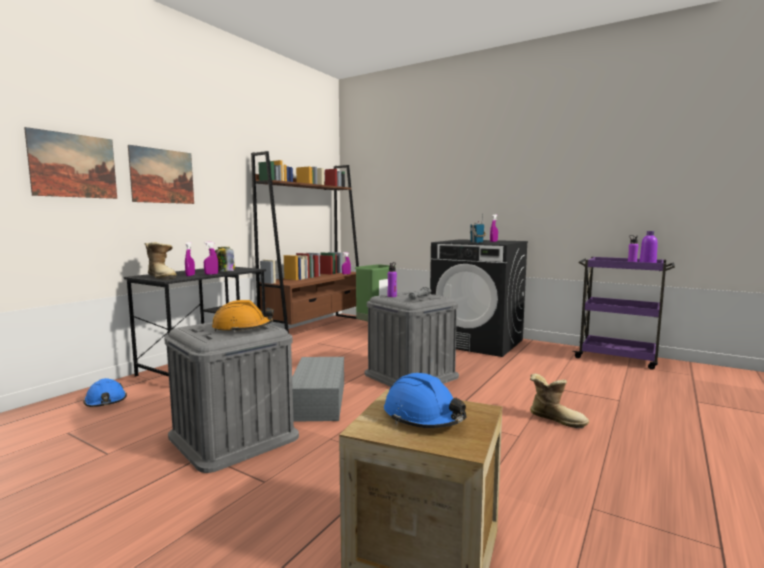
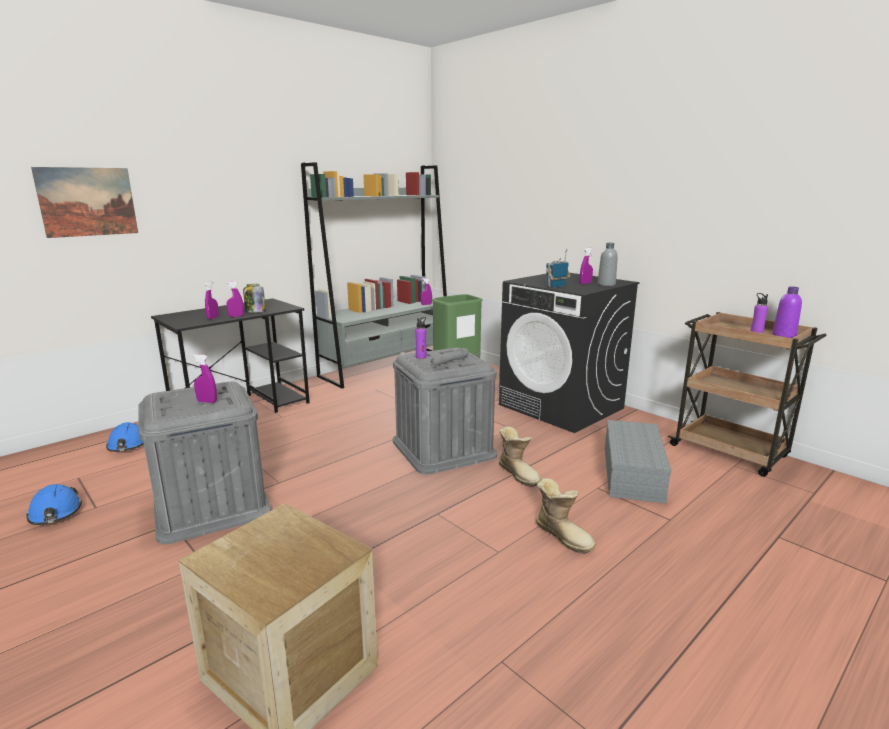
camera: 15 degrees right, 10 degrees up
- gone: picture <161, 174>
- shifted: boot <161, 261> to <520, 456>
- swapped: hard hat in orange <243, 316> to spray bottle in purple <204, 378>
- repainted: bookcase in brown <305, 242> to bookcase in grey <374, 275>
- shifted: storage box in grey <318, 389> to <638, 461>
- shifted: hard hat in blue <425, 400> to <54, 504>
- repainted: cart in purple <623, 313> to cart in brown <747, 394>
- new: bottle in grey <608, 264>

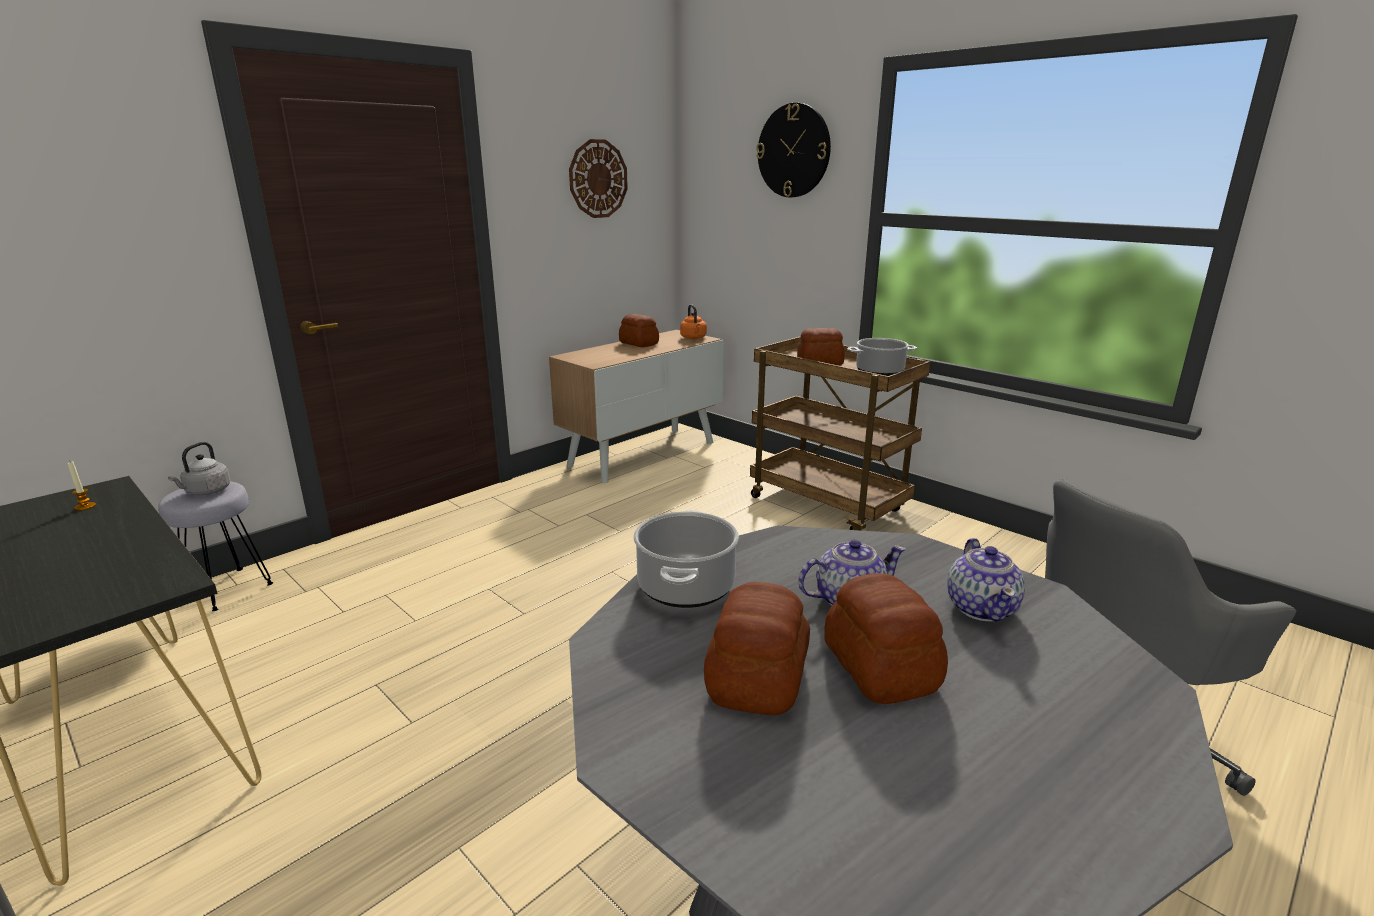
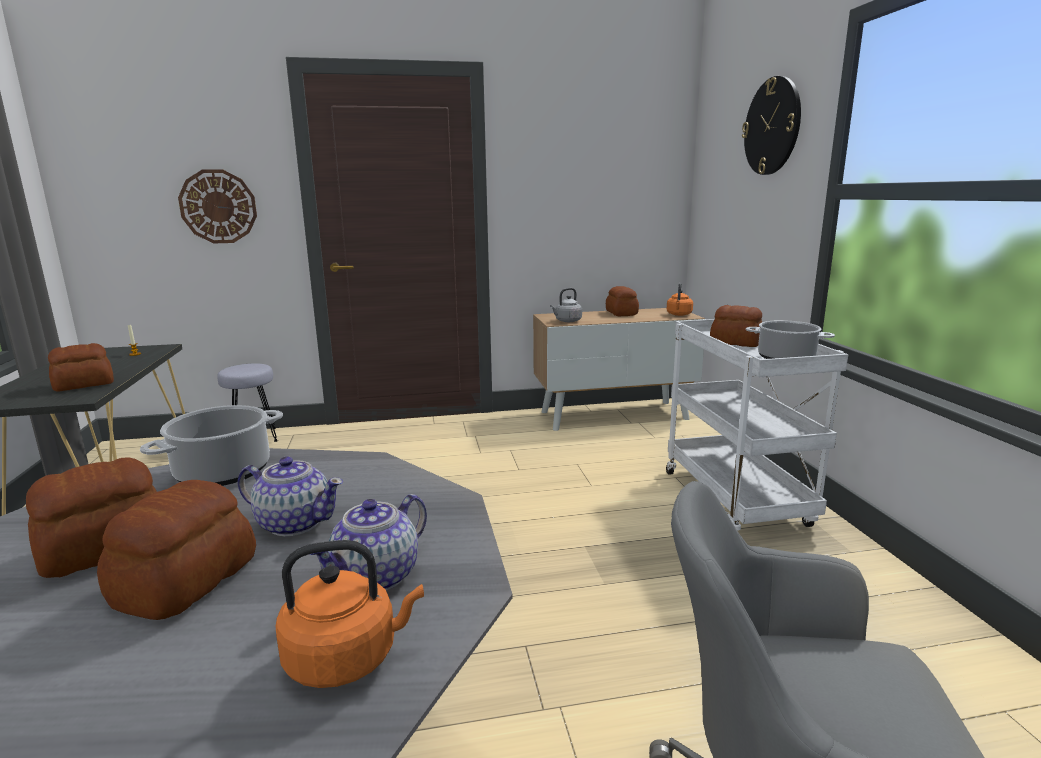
camera: 35 degrees right, 5 degrees down
- shifted: kettle in grey <199, 469> to <566, 305>
- shifted: wall clock <598, 178> to <217, 206>
- repainted: cart in brown <840, 434> to cart in white <757, 425>
- new: bread <81, 367>
- new: kettle in orange <350, 614>

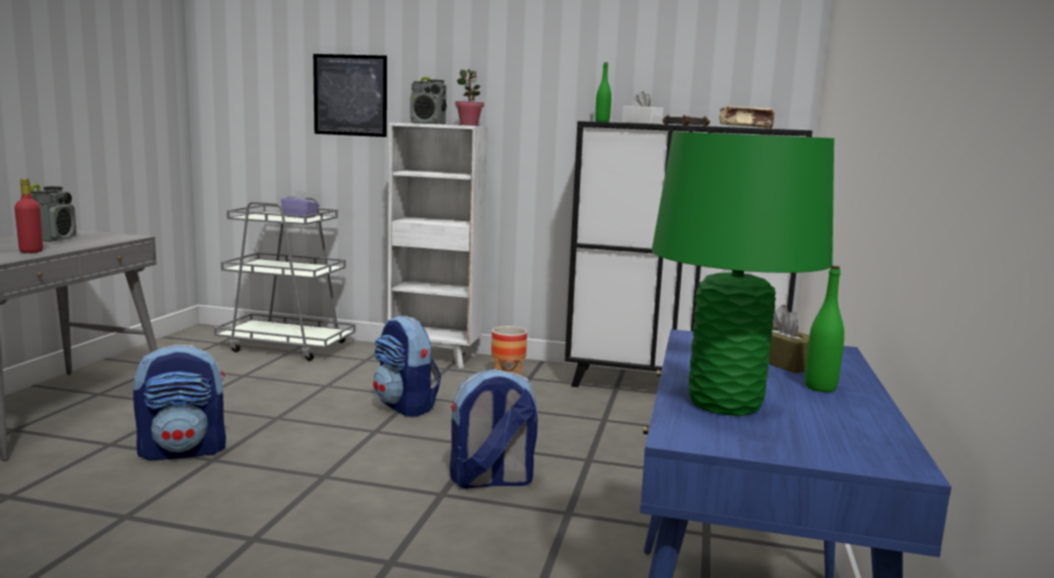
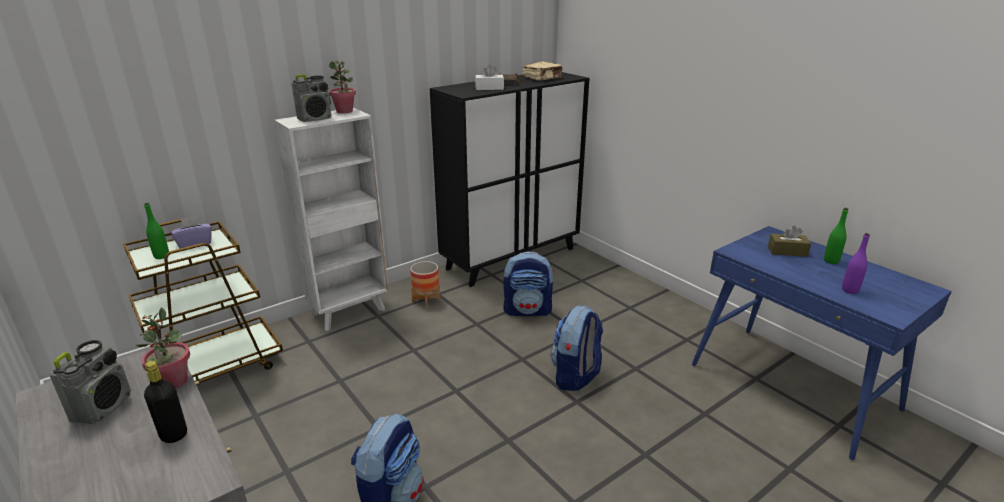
camera: 50 degrees left, 15 degrees up
- repainted: bottle in red <28, 216> to bottle in black <165, 402>
- rotated: radio <53, 213> = <90, 382> 60 degrees clockwise
- repainted: cart in grey <285, 278> to cart in brown <203, 301>
- gone: picture <350, 95>
- shifted: backpack <407, 366> to <529, 283>
- shifted: bottle in green <603, 92> to <156, 231>
- swapped: table lamp in green <743, 273> to bottle in purple <856, 263>
- new: potted plant <163, 347>

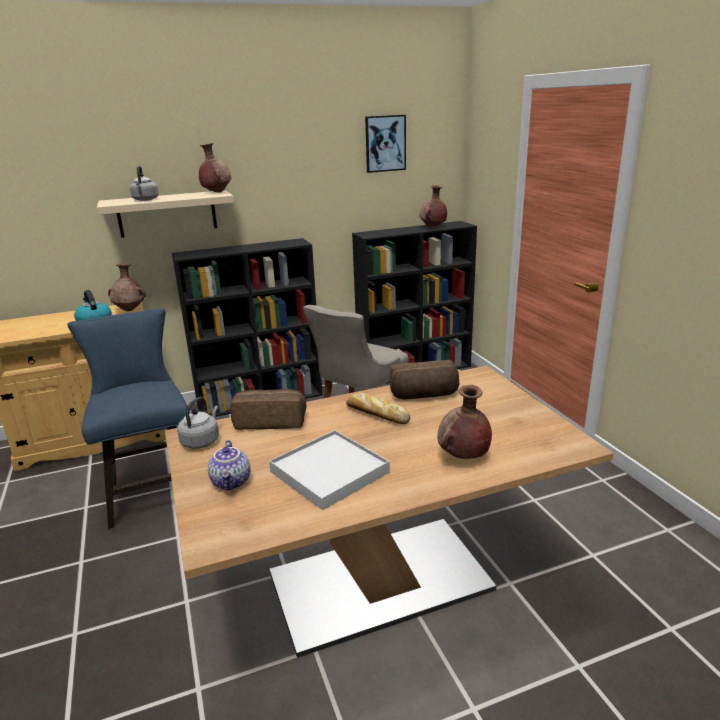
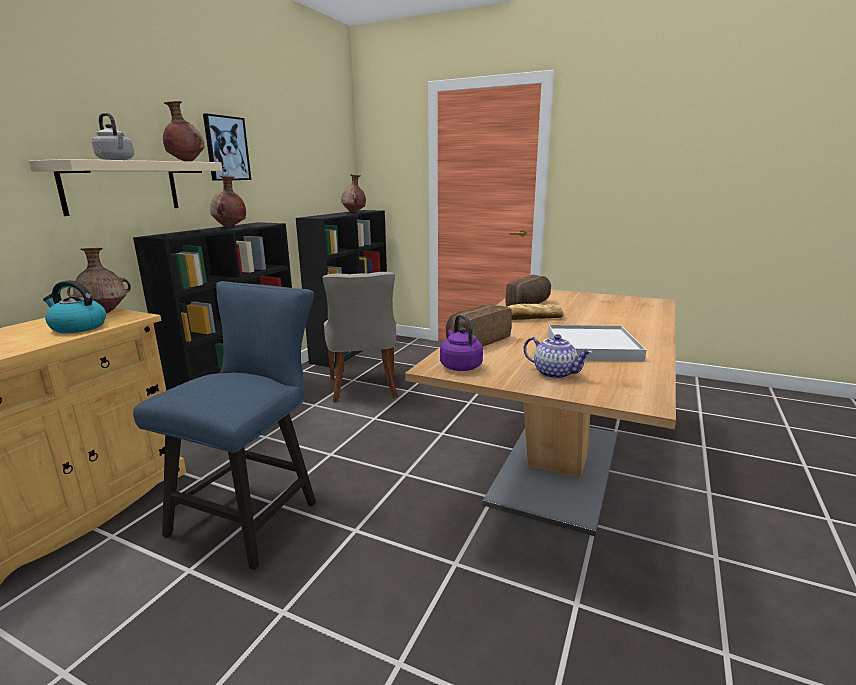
camera: 45 degrees left, 5 degrees down
- rotated: chair in blue <127, 418> = <224, 425> 90 degrees clockwise
- repainted: kettle in grey <198, 423> to kettle in purple <461, 342>
- shifted: picture <385, 144> to <227, 147>
- shifted: vase in brown <464, 422> to <228, 201>

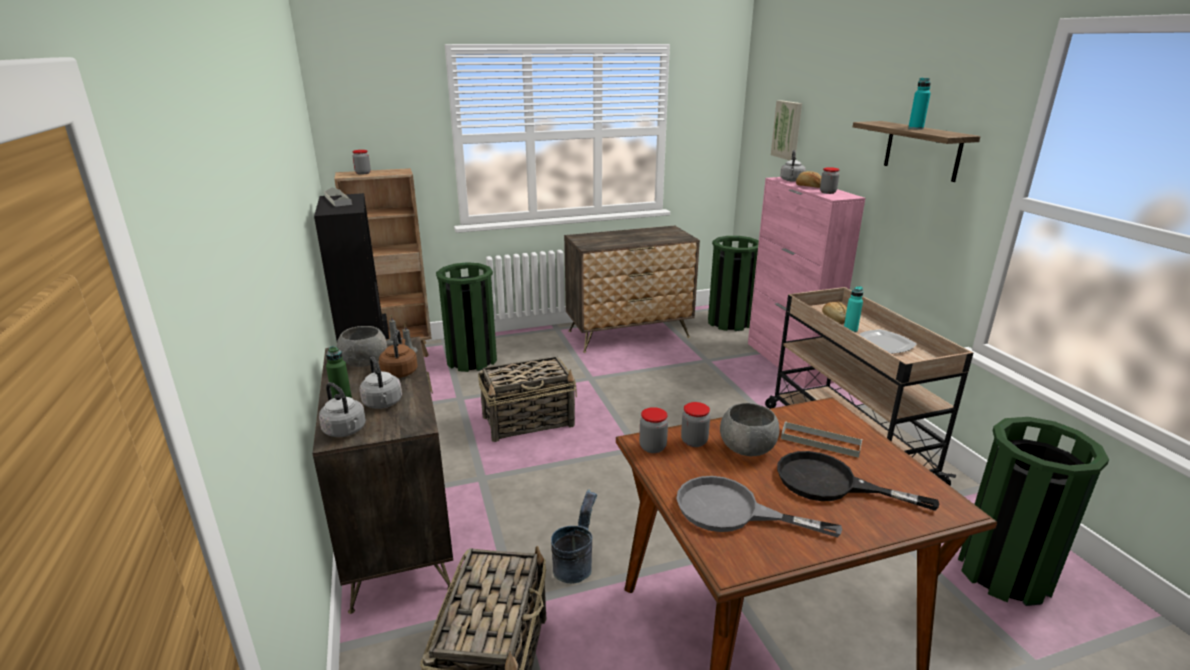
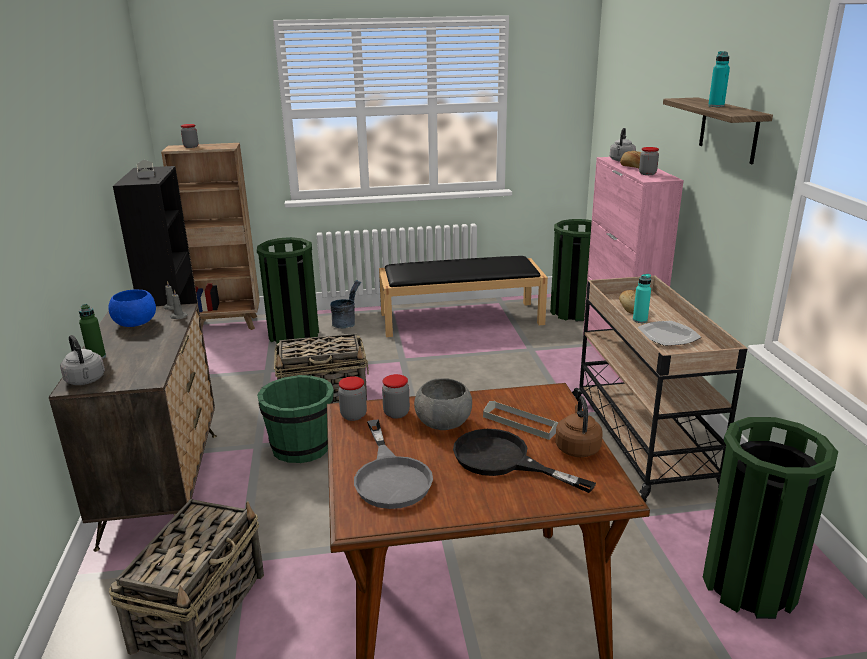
camera: 10 degrees right, 0 degrees up
- repainted: bowl in grey <362, 346> to bowl in blue <132, 308>
- gone: kettle in grey <380, 383>
- shifted: kettle in brown <398, 354> to <579, 426>
- shifted: bucket in grey <574, 536> to <345, 304>
- swapped: dresser <632, 289> to bench in black <463, 296>
- rotated: frying pan in grey <759, 507> = <393, 464> 135 degrees counterclockwise
- gone: picture <786, 130>
- new: bucket in green <295, 419>

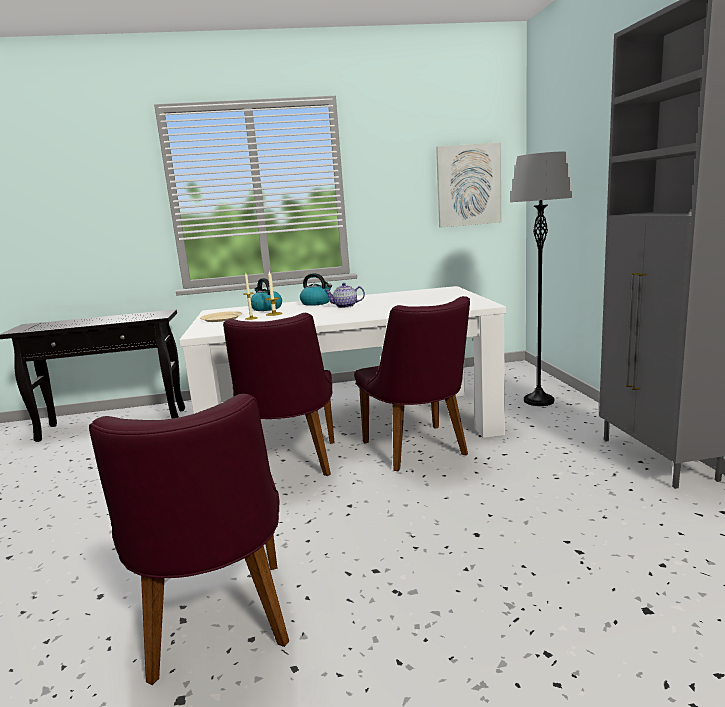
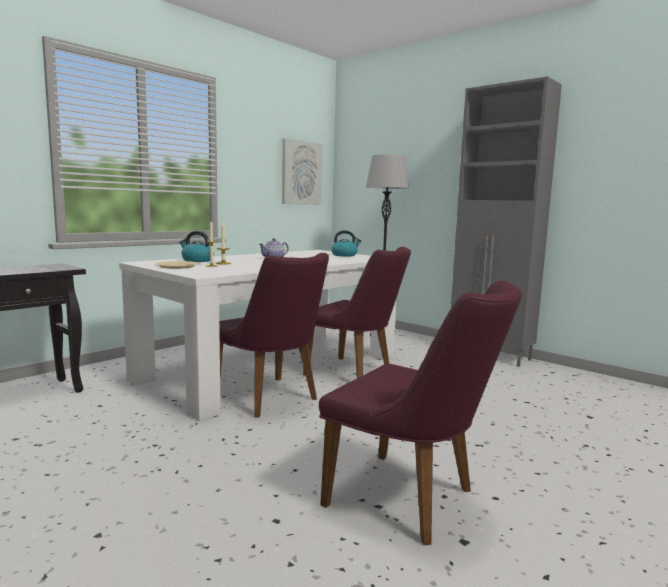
camera: 40 degrees left, 5 degrees down
- shifted: kettle <316, 289> to <346, 243>

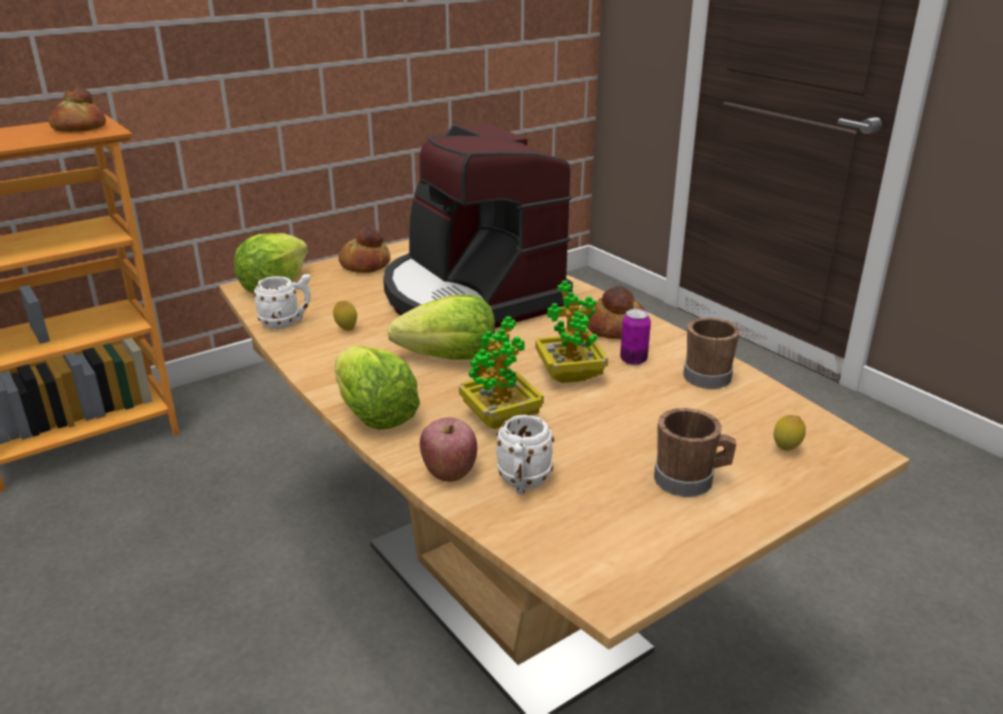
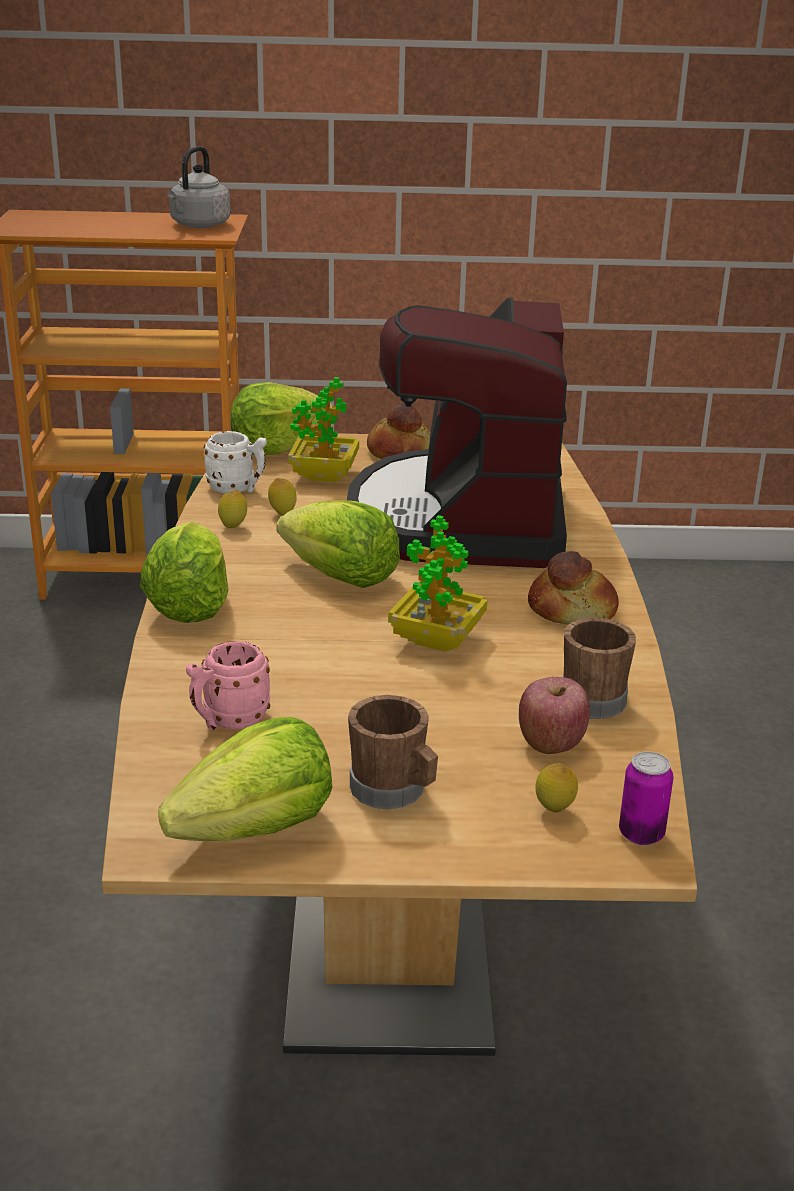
camera: 35 degrees right, 0 degrees up
- swapped: bread <77, 109> to kettle in grey <199, 187>
- shifted: apple <448, 449> to <554, 715>
- shifted: potted plant <501, 372> to <323, 429>
- repainted: mug in white <525, 455> to mug in pink <228, 685>
- shifted: can <635, 337> to <646, 798>
- new: lettuce <245, 779>
- new: lemon <232, 508>

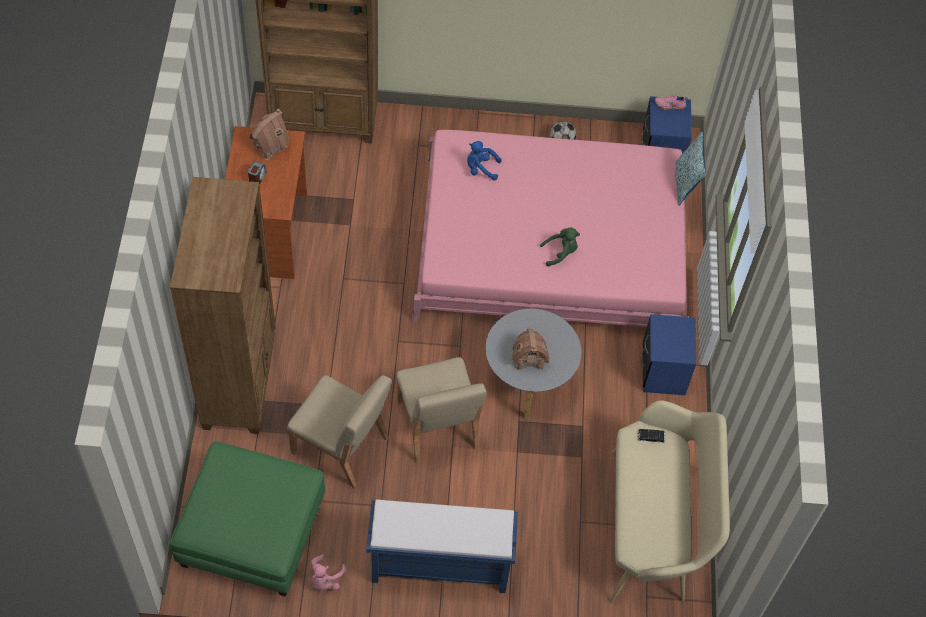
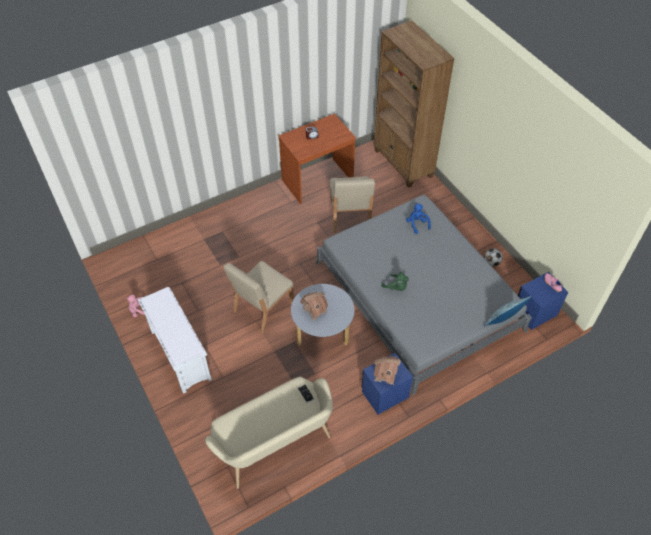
camera: 60 degrees right, 5 degrees down
- gone: bookcase in brown <223, 305>
- gone: ottoman in green <247, 519>
- shifted: toy house <270, 134> to <387, 370>
- shifted: chair in beige <339, 431> to <352, 204>
- repainted: bench in blue <442, 546> to bench in white <175, 340>
- repainted: bed in pink <550, 228> to bed in grey <424, 295>

